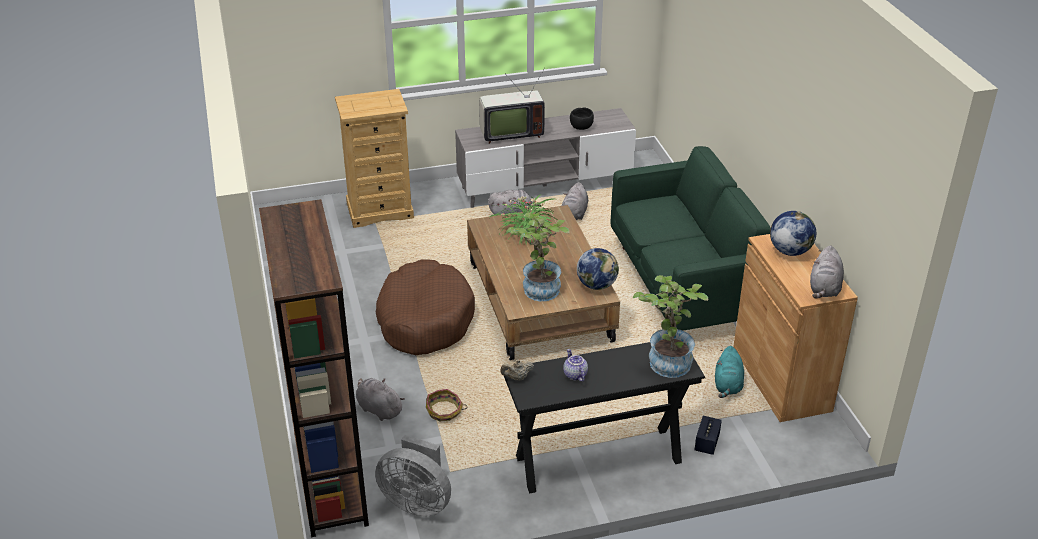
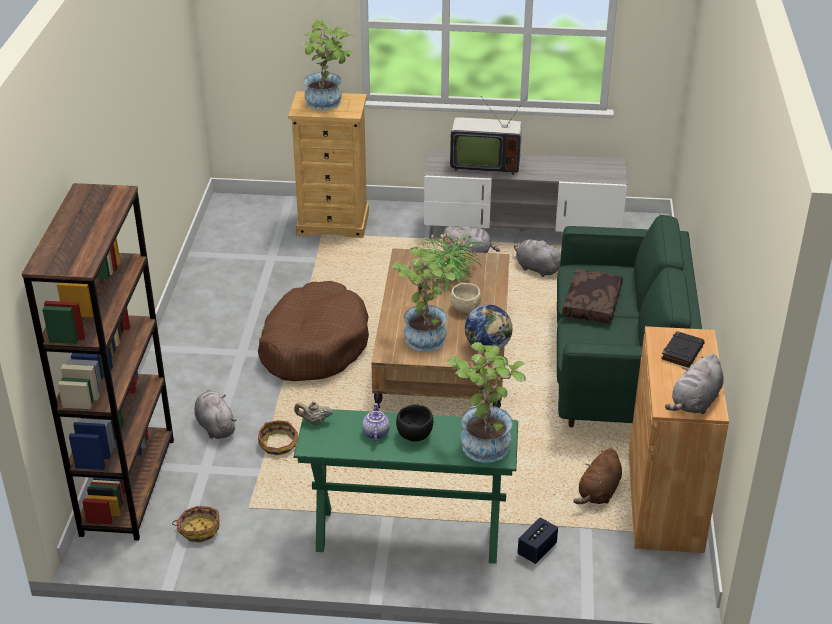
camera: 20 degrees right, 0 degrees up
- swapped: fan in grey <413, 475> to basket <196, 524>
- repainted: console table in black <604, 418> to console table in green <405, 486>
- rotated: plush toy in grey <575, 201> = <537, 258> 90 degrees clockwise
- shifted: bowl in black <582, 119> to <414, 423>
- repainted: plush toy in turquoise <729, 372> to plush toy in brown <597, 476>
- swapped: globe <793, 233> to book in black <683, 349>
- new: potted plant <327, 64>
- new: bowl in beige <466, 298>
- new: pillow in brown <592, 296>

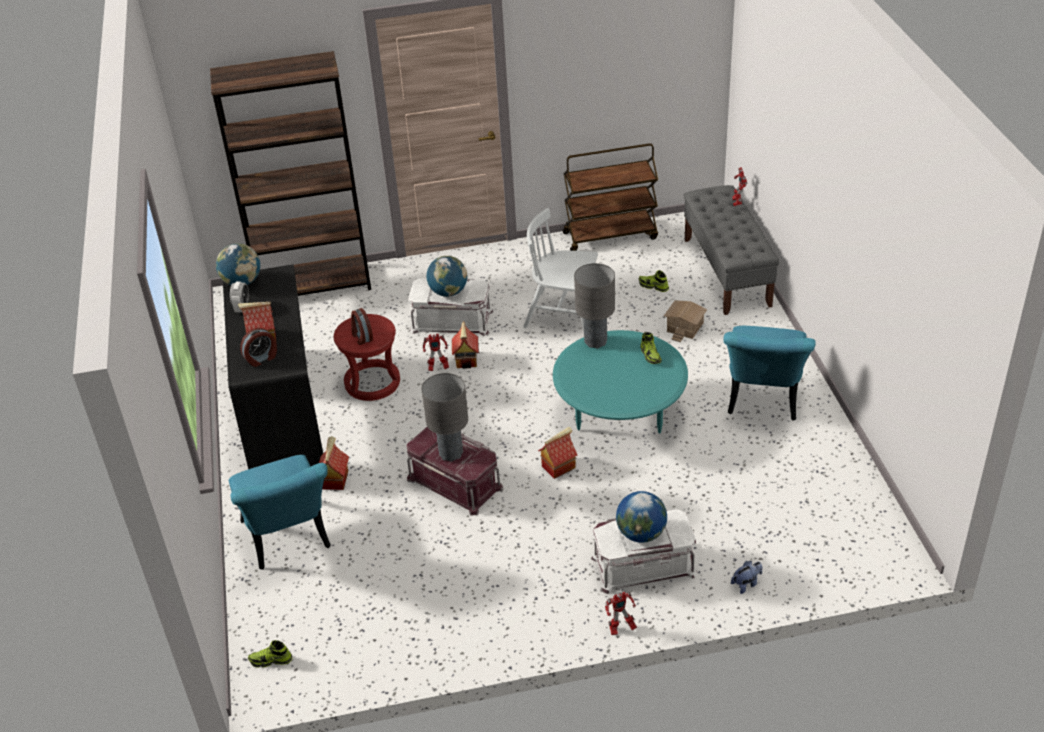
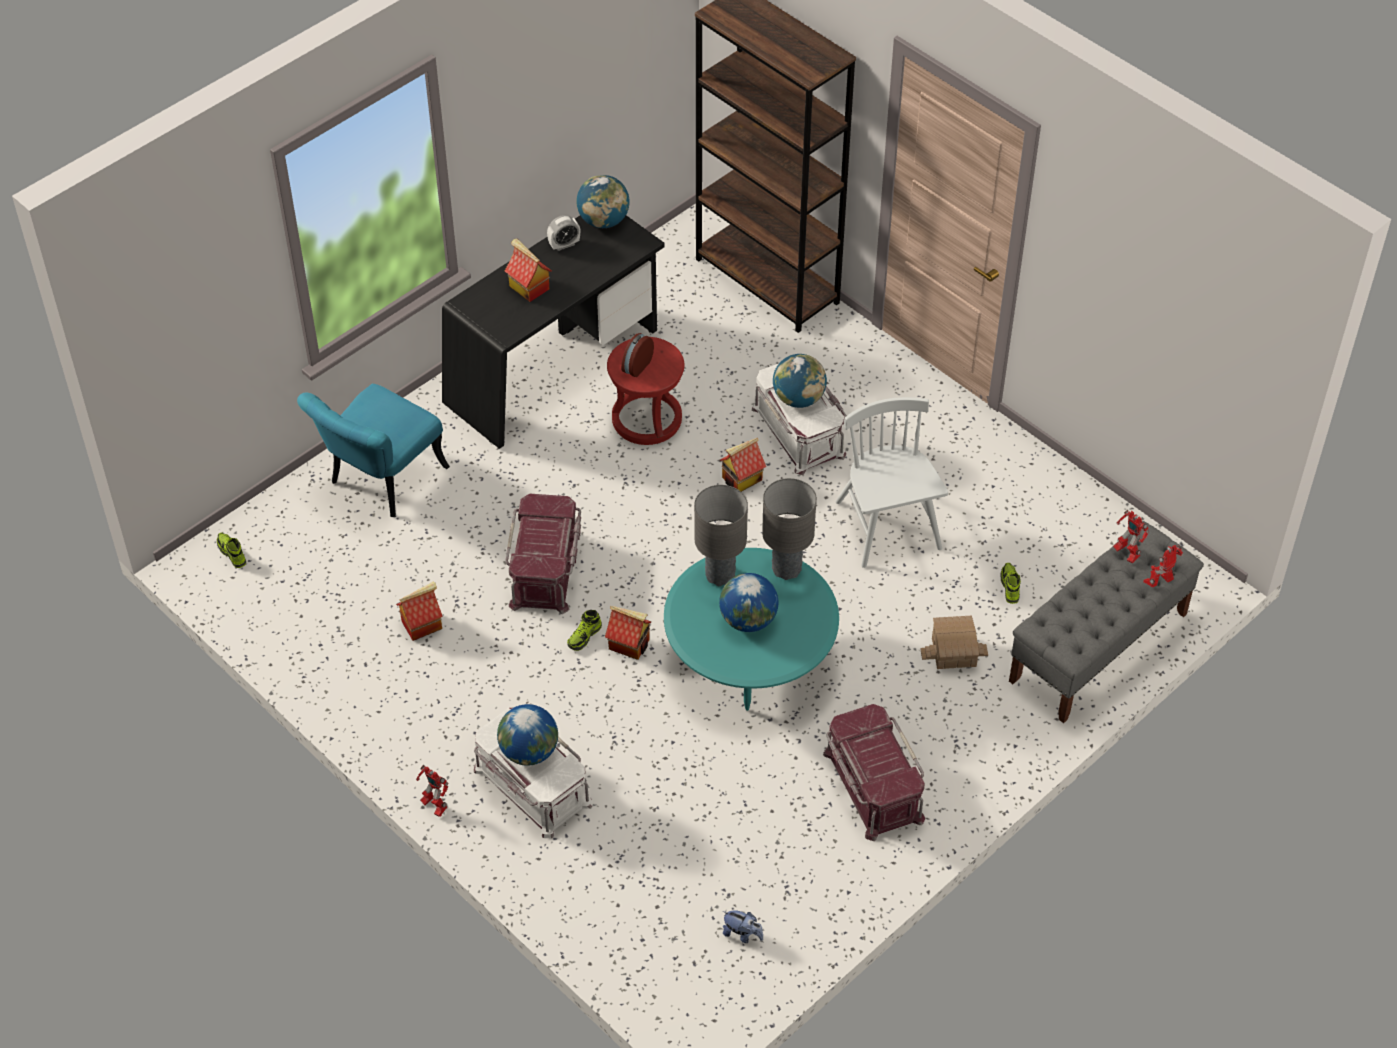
camera: 55 degrees right, 10 degrees up
- gone: alarm clock <258, 347>
- shifted: toy house <334, 463> to <419, 611>
- shifted: table lamp in grey <444, 417> to <721, 535>
- shifted: toy robot <436, 352> to <1131, 537>
- gone: cart in brown <610, 197>
- shifted: shoe <651, 348> to <584, 630>
- swapped: chair in turquoise <769, 373> to storage box in red <874, 772>
- shifted: plush toy <746, 577> to <743, 927>
- new: globe <748, 602>

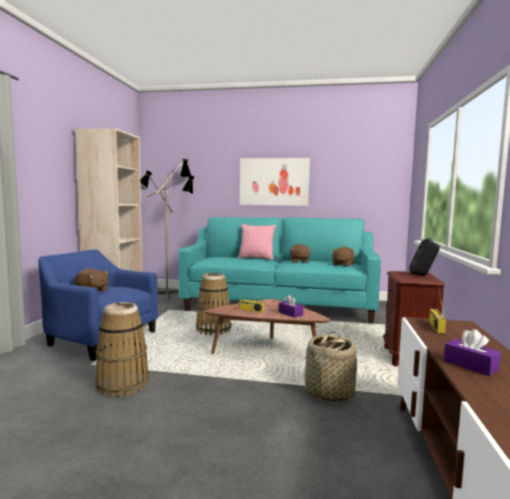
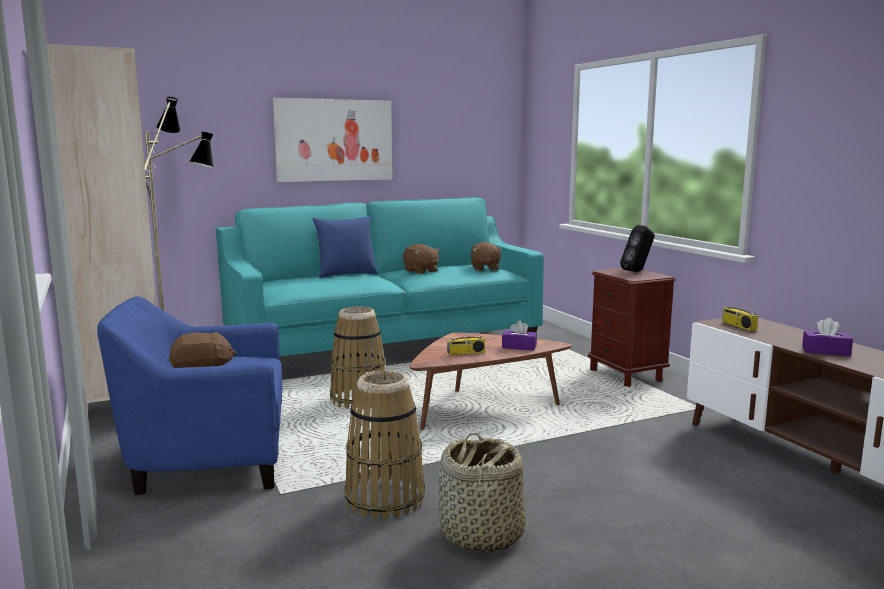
camera: 35 degrees left, 5 degrees up
- repainted: pillow in pink <257, 242> to pillow in blue <345, 247>
- shifted: basket <331, 367> to <482, 492>

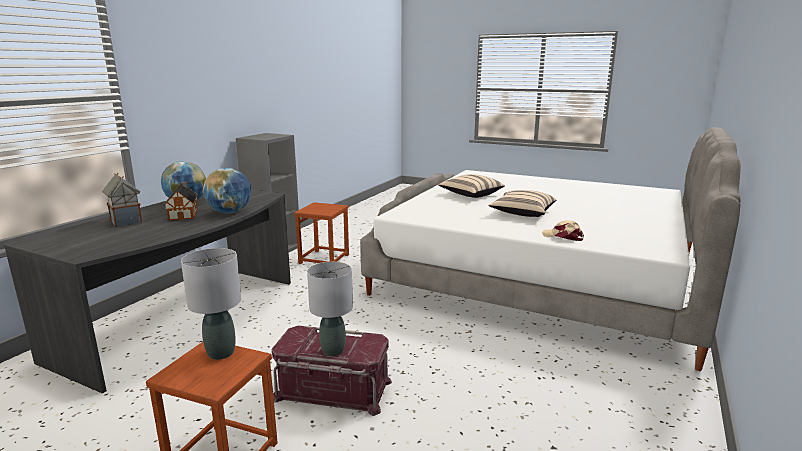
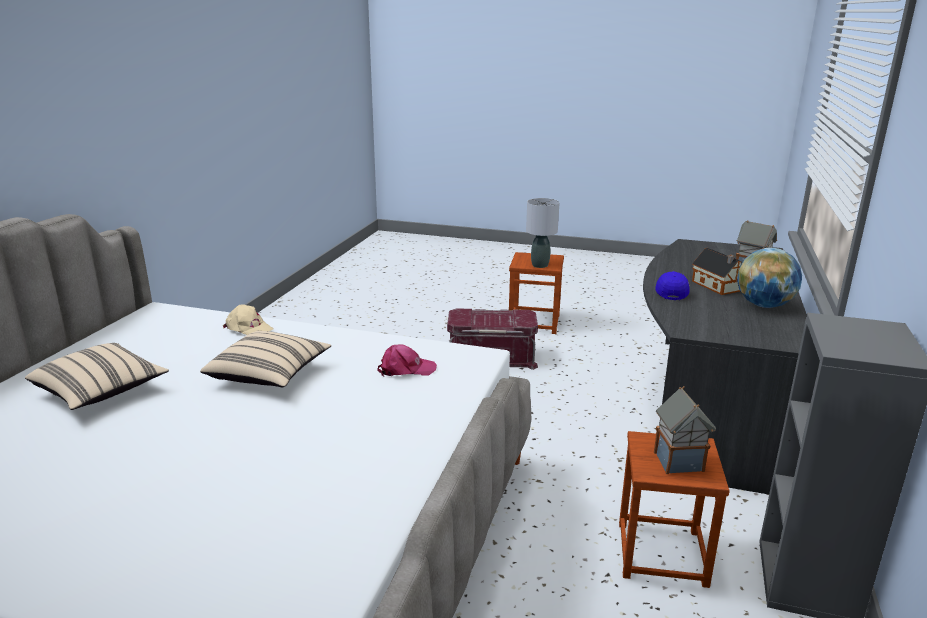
camera: 170 degrees right, 5 degrees up
- swapped: globe <227, 191> to cap in blue <673, 285>
- gone: table lamp in grey <330, 309>
- shifted: pillow in beige <471, 186> to <97, 376>
- new: cap in pink <407, 361>
- new: toy house <685, 430>

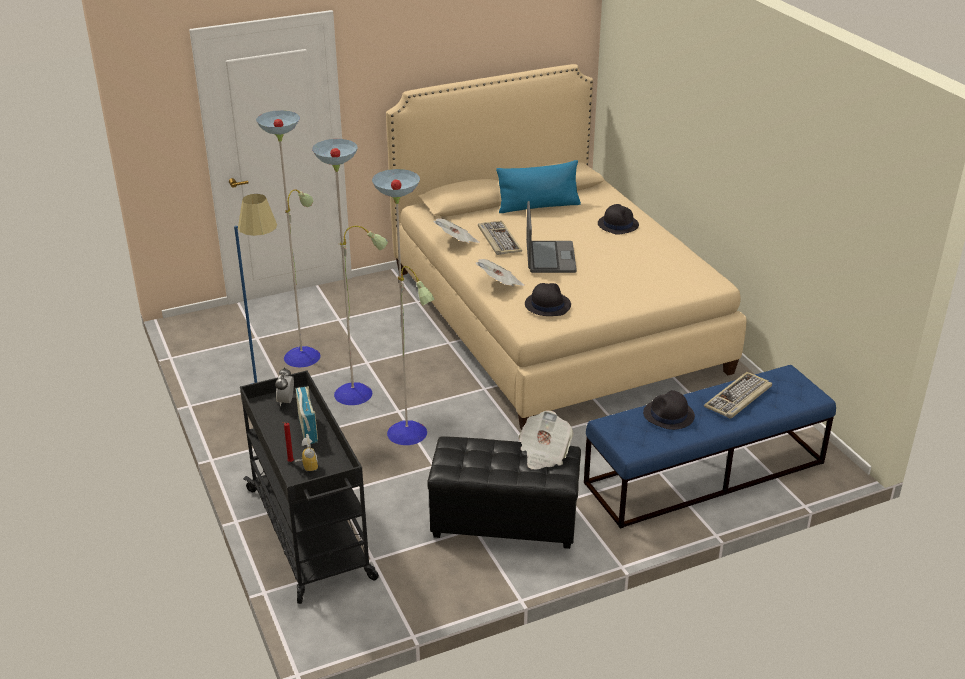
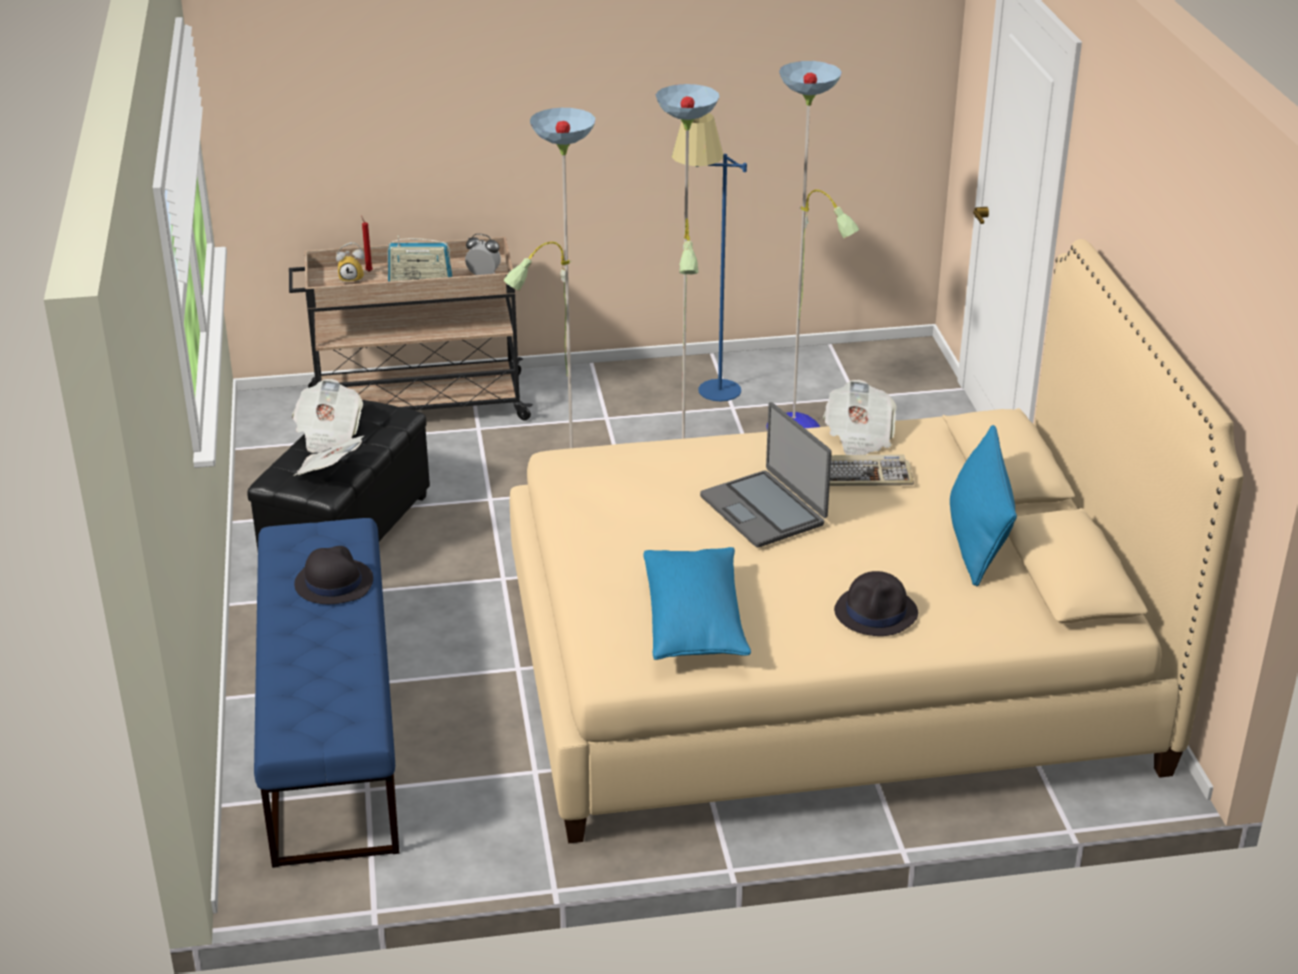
camera: 105 degrees right, 0 degrees up
- repainted: cart in black <309, 487> to cart in beige <411, 329>
- shifted: newspaper <500, 272> to <327, 416>
- gone: hat in black <548, 299>
- rotated: laptop <551, 237> = <766, 475> 45 degrees clockwise
- gone: keyboard <738, 395>
- new: pillow in blue <697, 603>

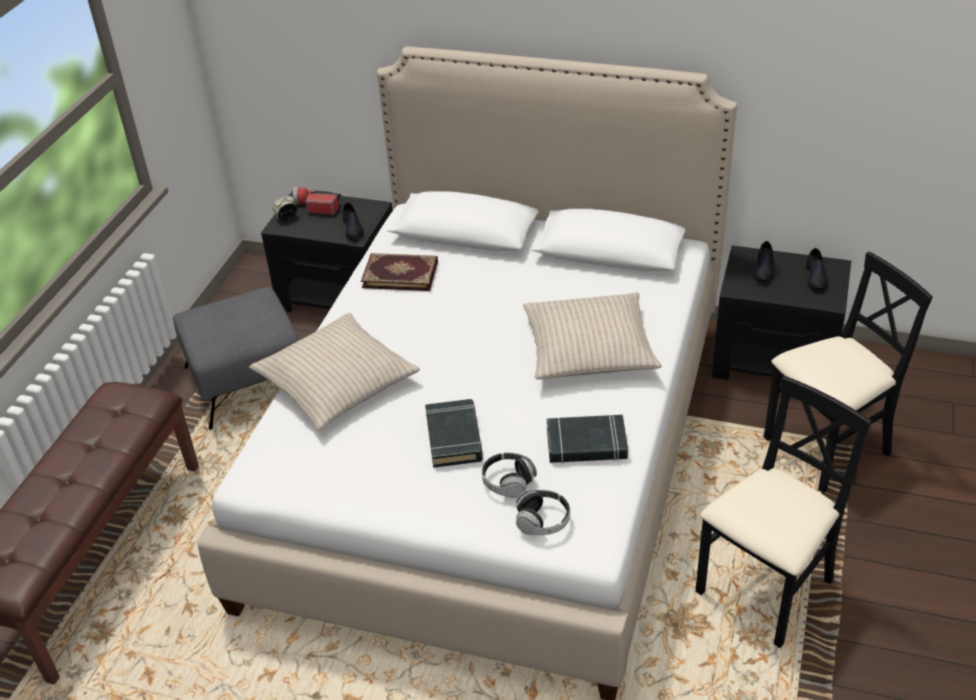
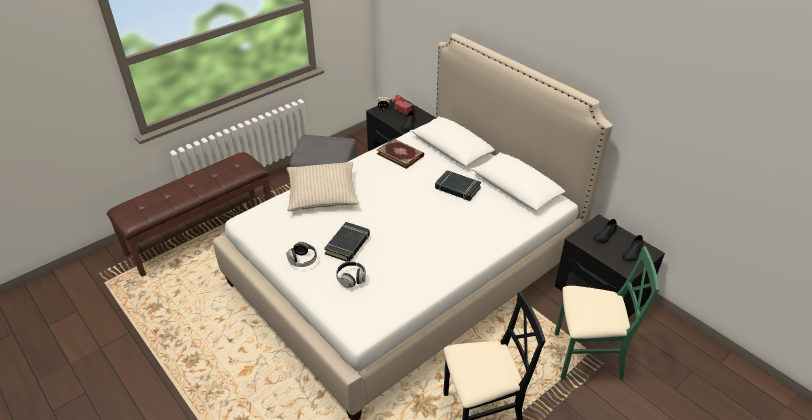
camera: 30 degrees right, 0 degrees up
- shifted: headphones <542, 512> to <301, 254>
- gone: pillow in beige <592, 336>
- shifted: book in black <587, 439> to <458, 185>
- repainted: chair in black <848, 372> to chair in green <607, 313>

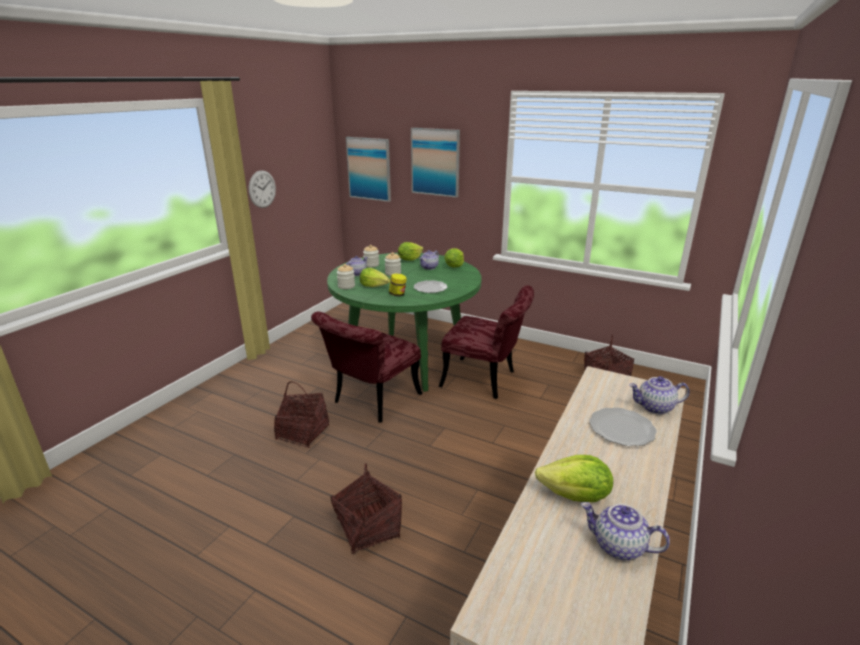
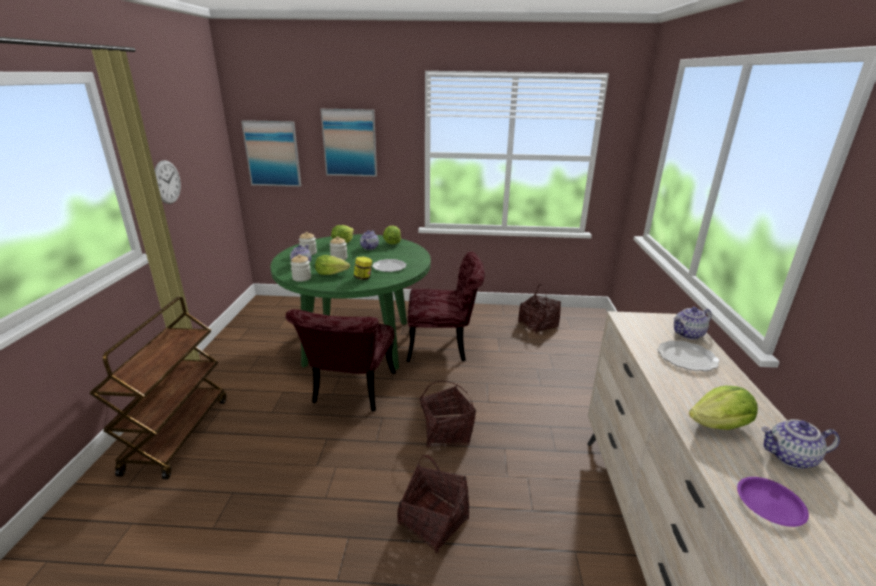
camera: 25 degrees left, 0 degrees up
- shifted: basket <301, 414> to <447, 414>
- new: cart in brown <158, 388>
- new: plate in purple <773, 502>

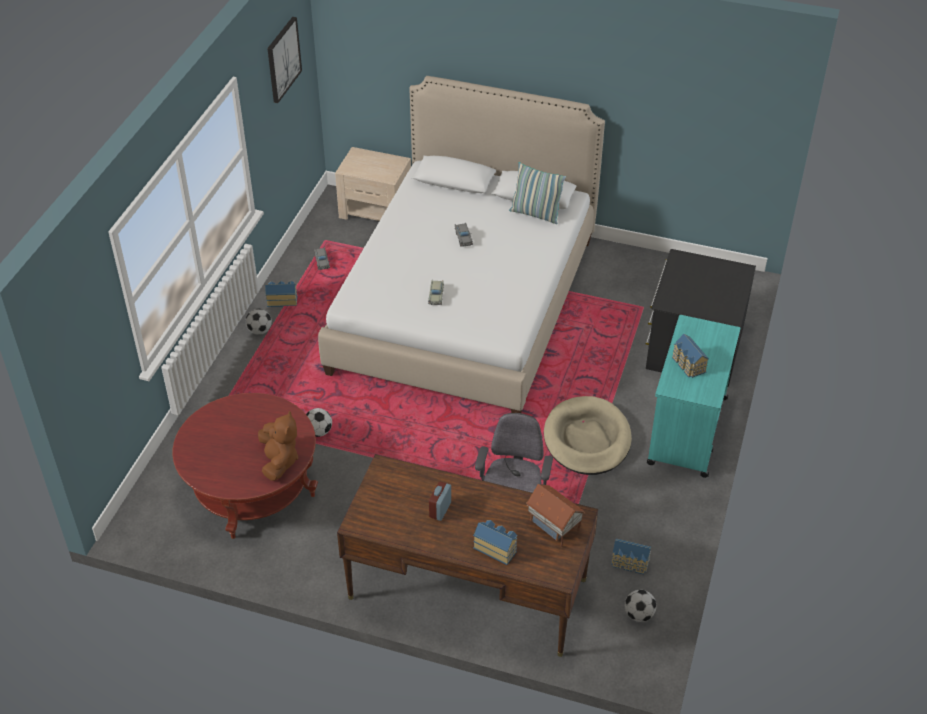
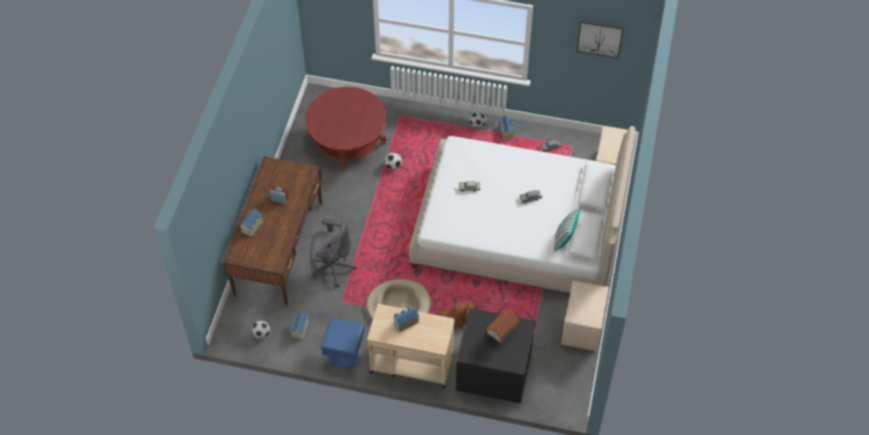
camera: 85 degrees right, 10 degrees up
- shifted: plush toy in brown <278, 445> to <458, 315>
- shifted: toy house <555, 515> to <502, 328>
- repainted: cart in turquoise <693, 396> to cart in beige <411, 346>
- new: nightstand in blue <343, 343>
- new: nightstand in beige <585, 315>

